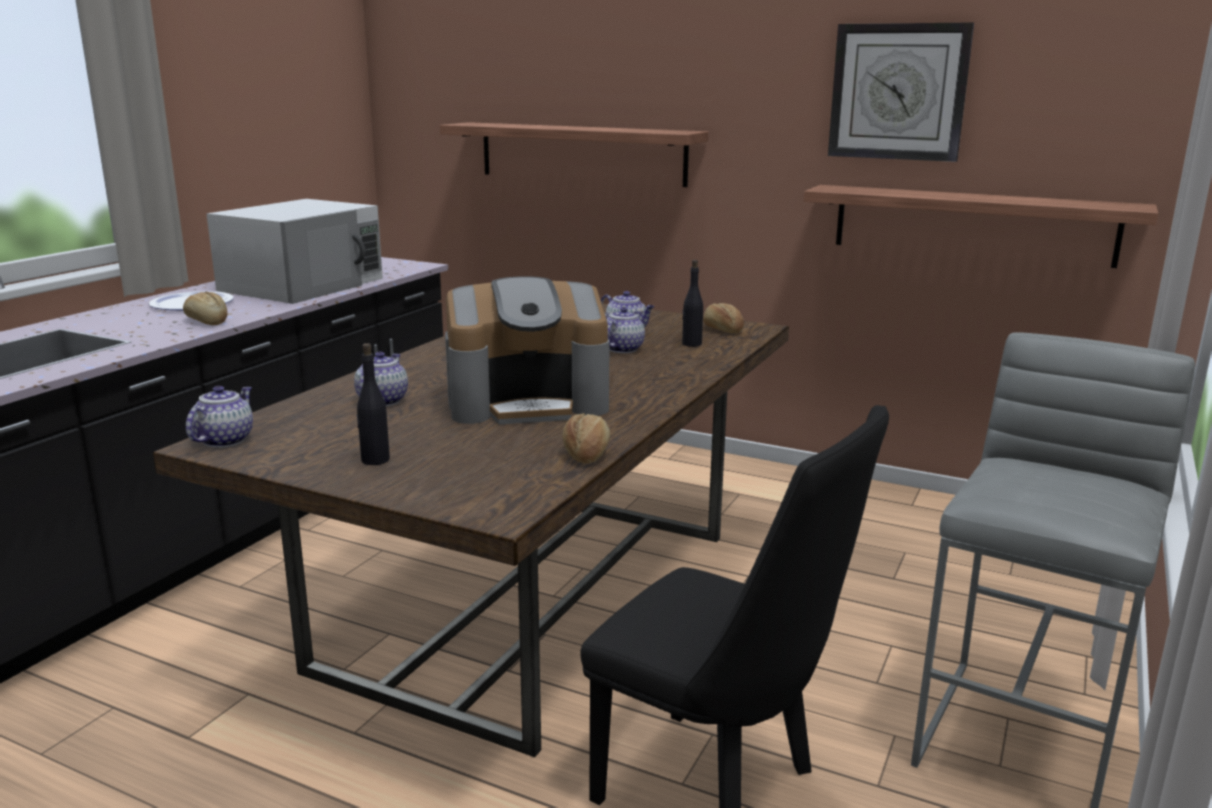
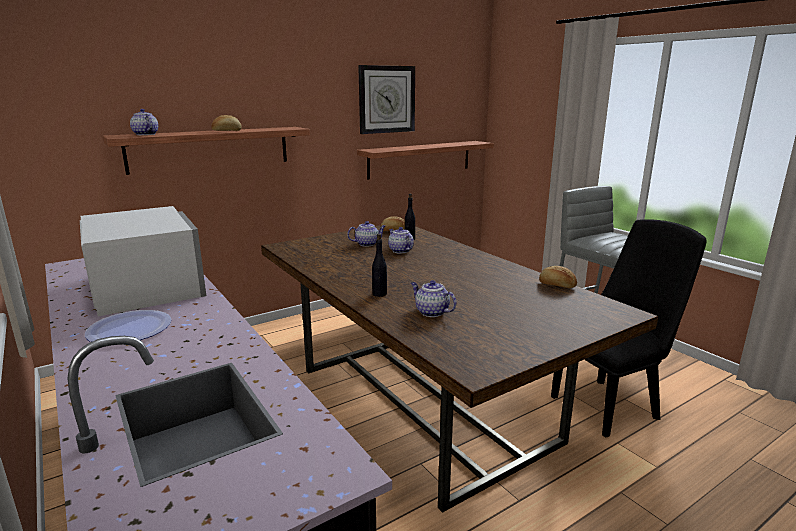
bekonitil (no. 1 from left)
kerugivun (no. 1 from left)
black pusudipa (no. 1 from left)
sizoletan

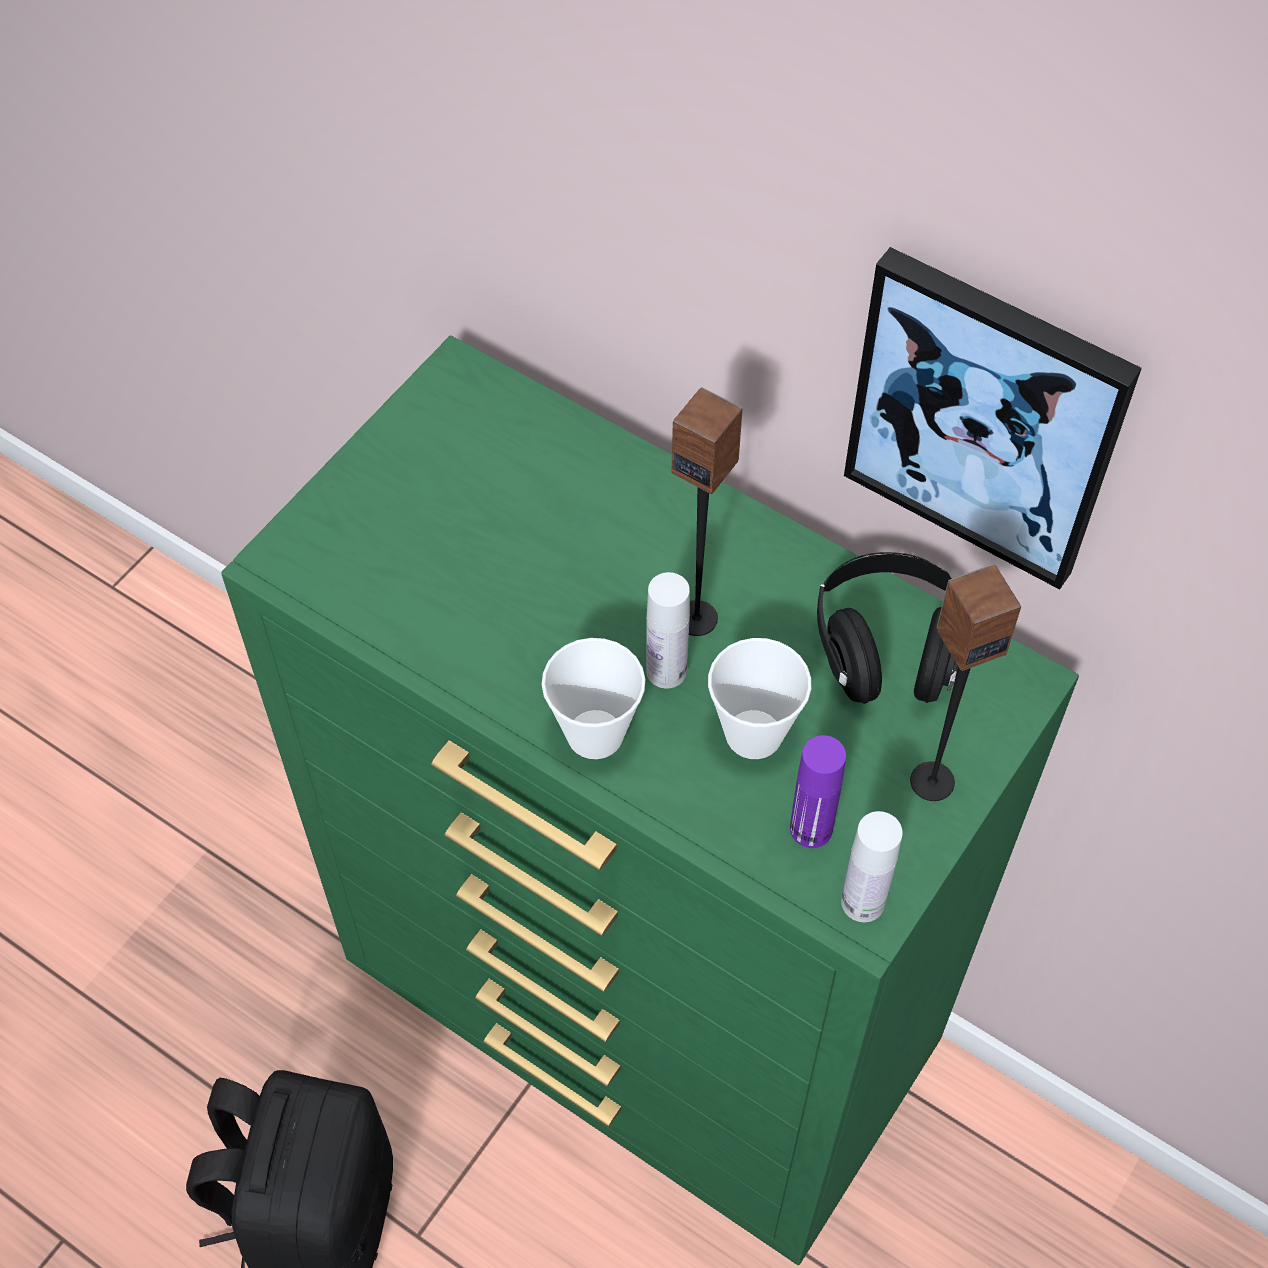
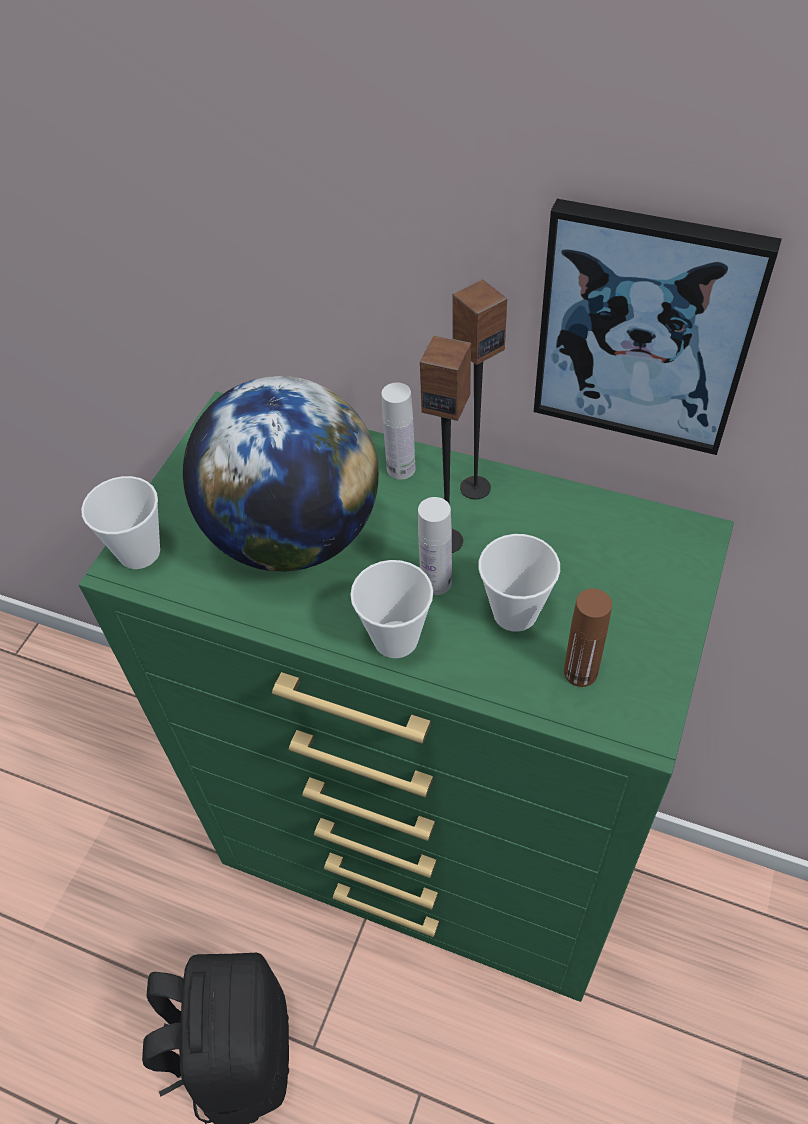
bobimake (no. 1 from left)
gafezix
white pusudipa (no. 1 from left)
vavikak (no. 2 from left)
brown pusudipa
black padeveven

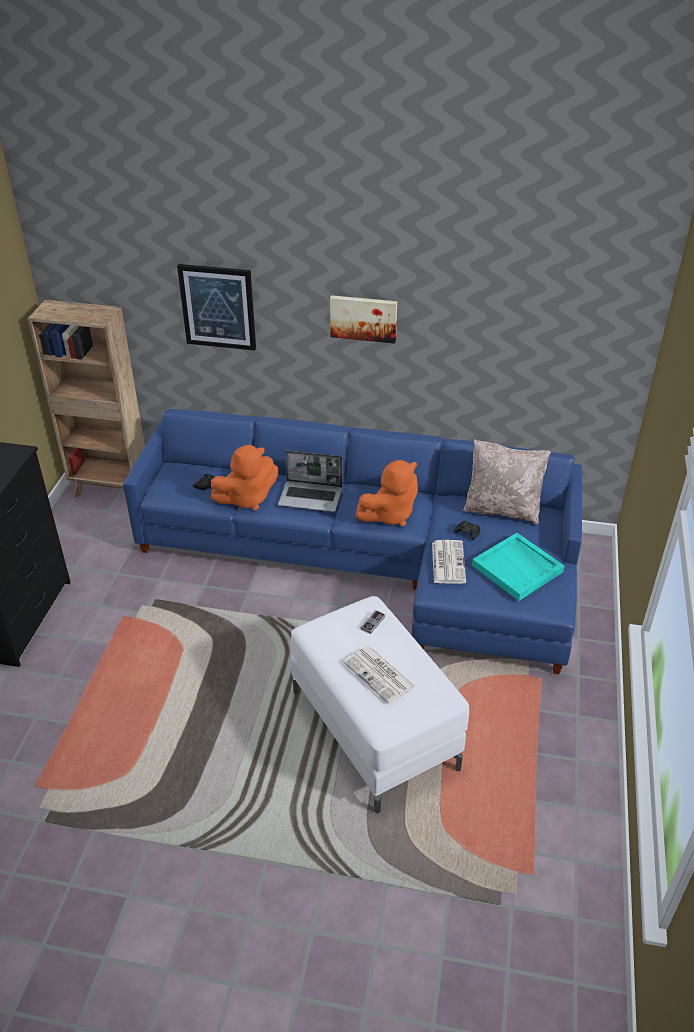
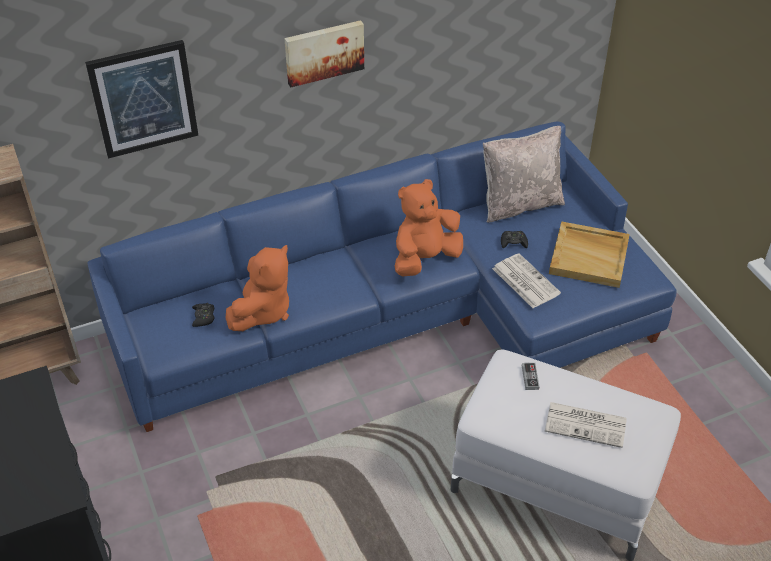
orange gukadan (no. 2 from left)
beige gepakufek
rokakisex

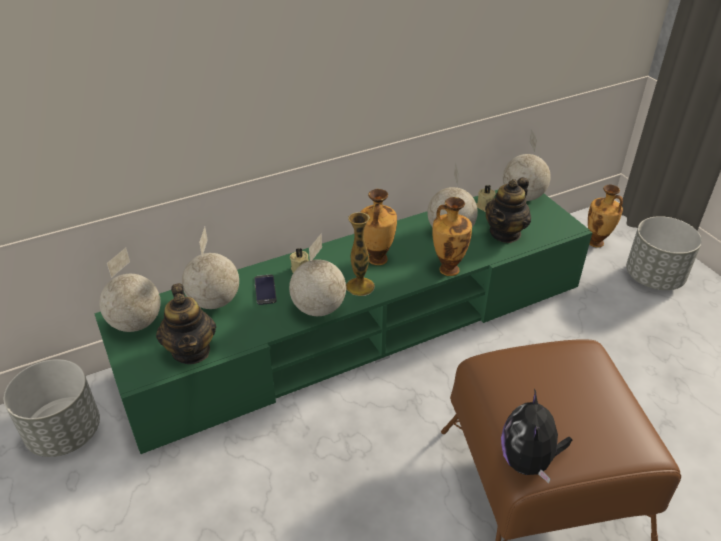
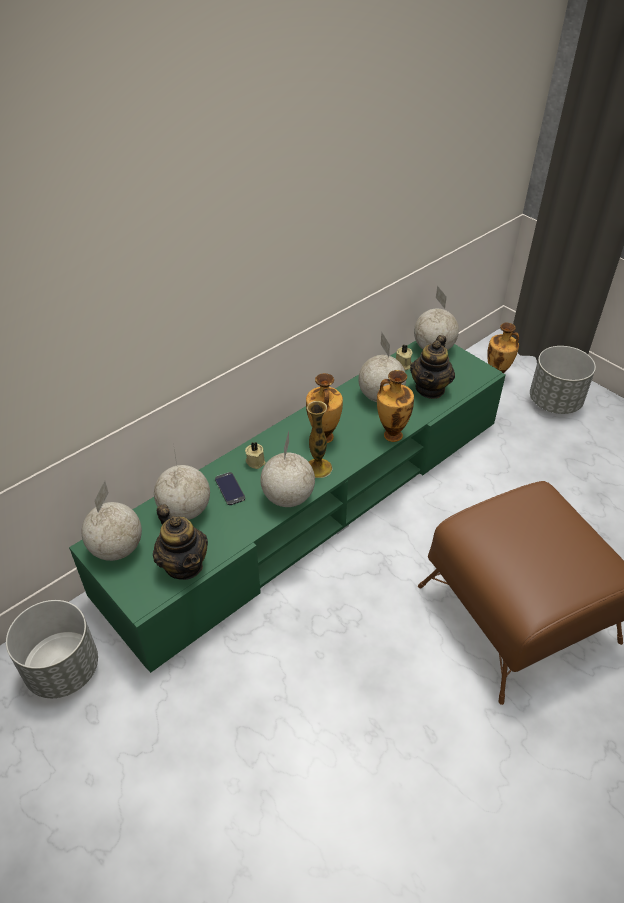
gukadan

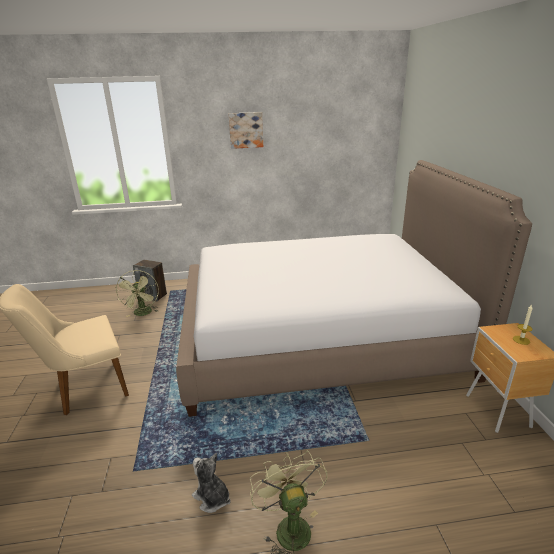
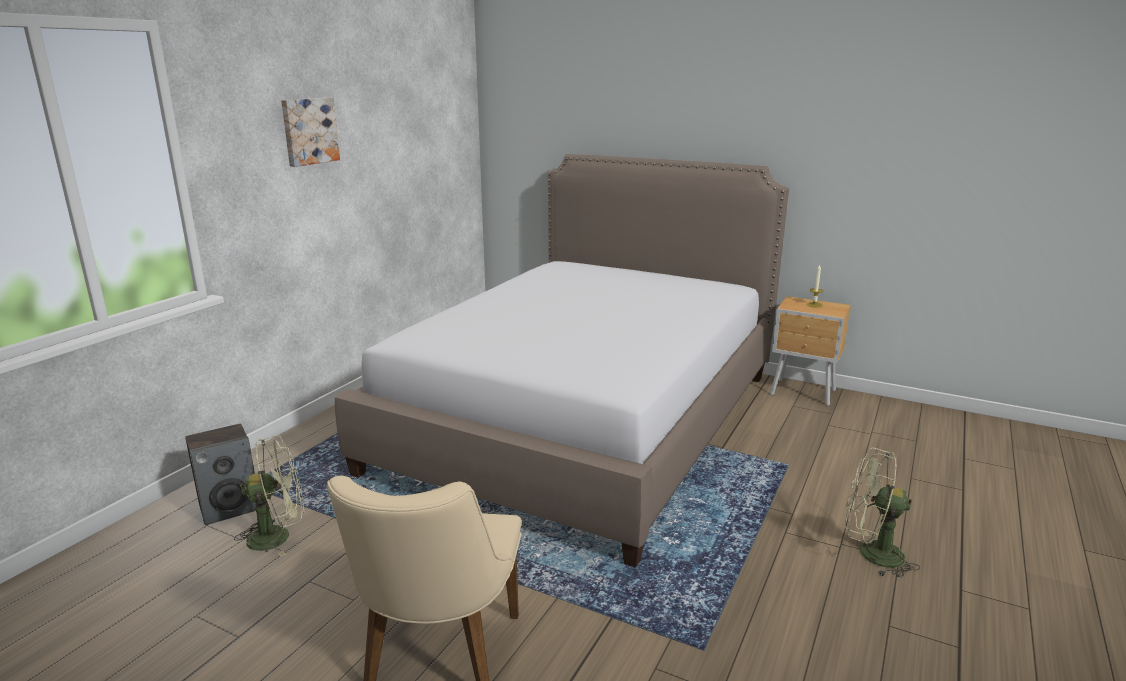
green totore (no. 1 from left)
gukadan

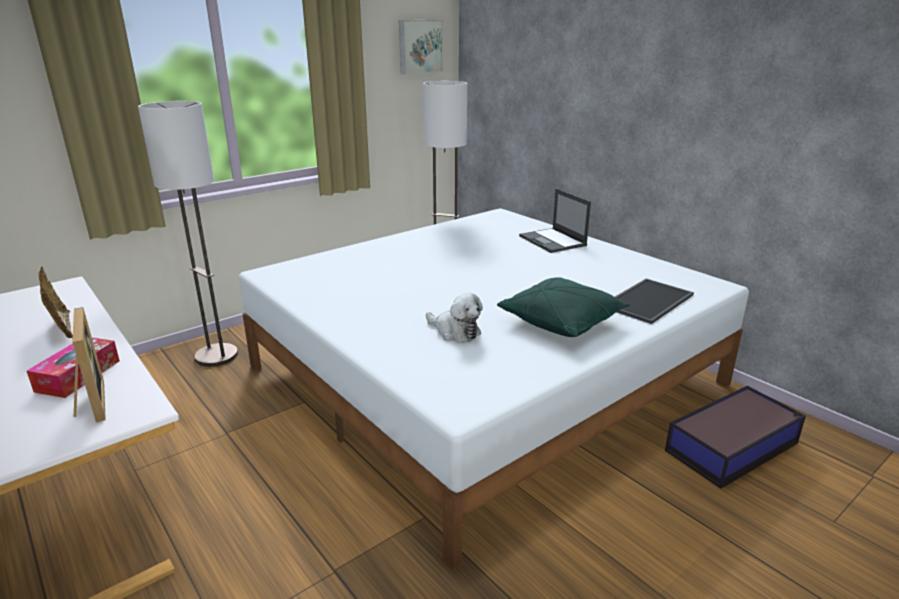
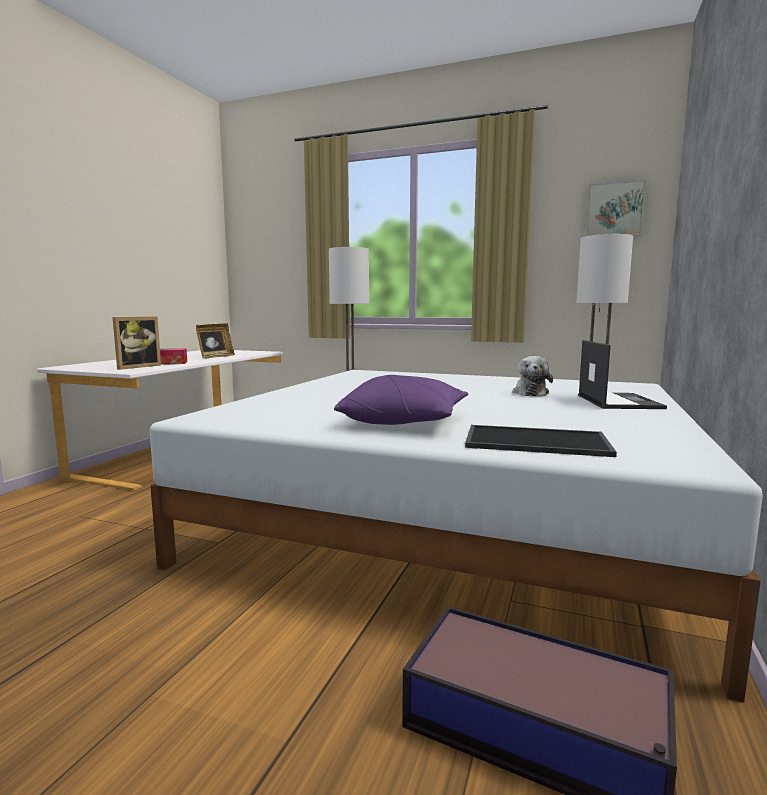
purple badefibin
gukadan
rokakisex

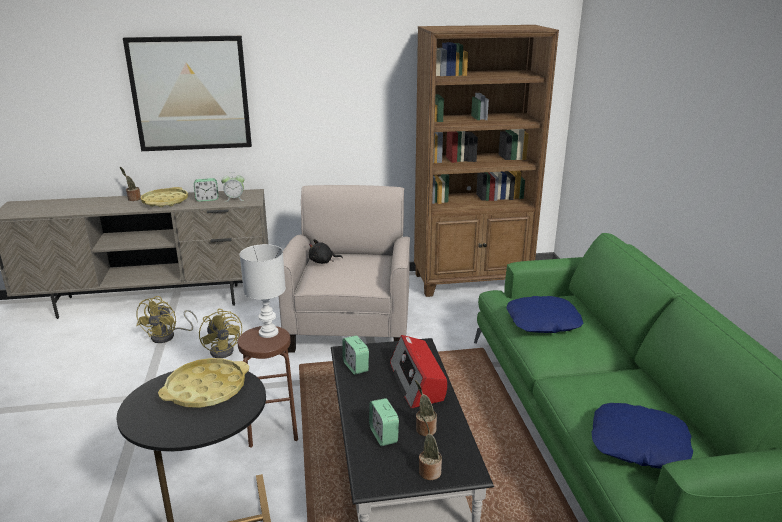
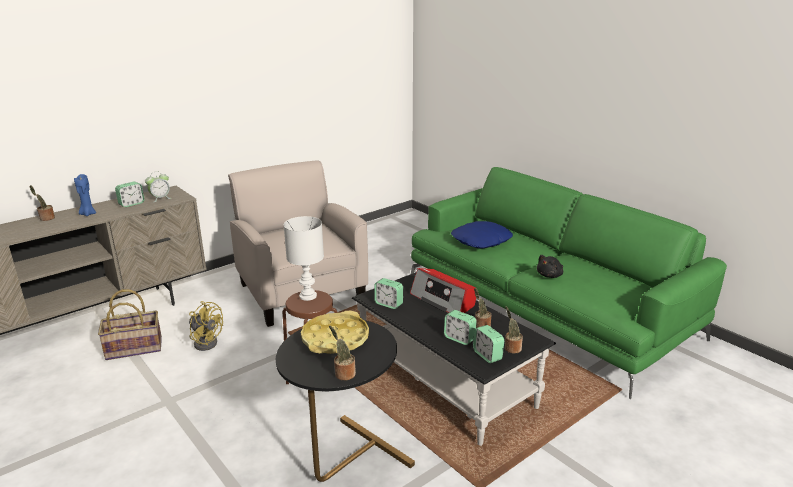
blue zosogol
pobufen
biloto (no. 2 from left)
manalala (no. 5 from left)
black gukadan
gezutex
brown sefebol
blue badefibin (no. 2 from left in the first image)

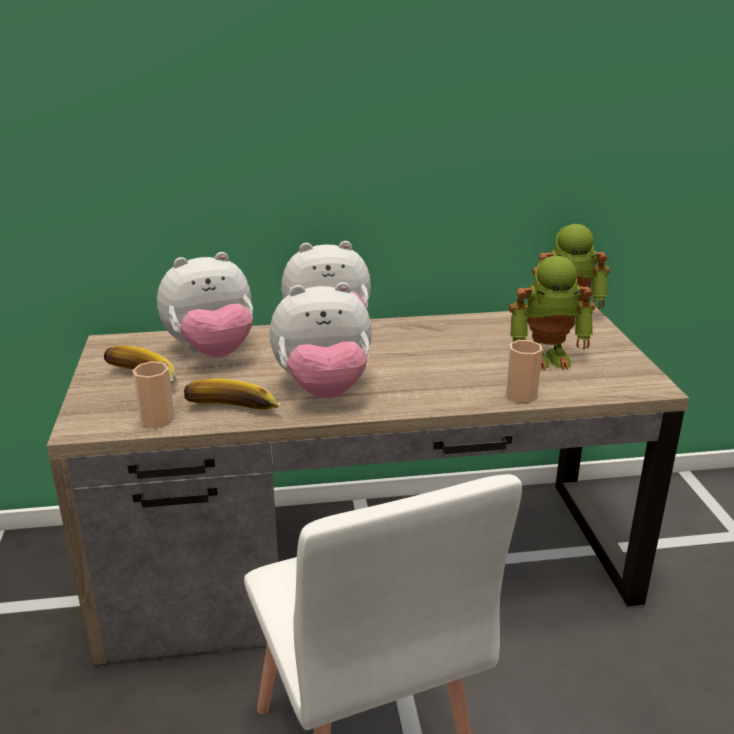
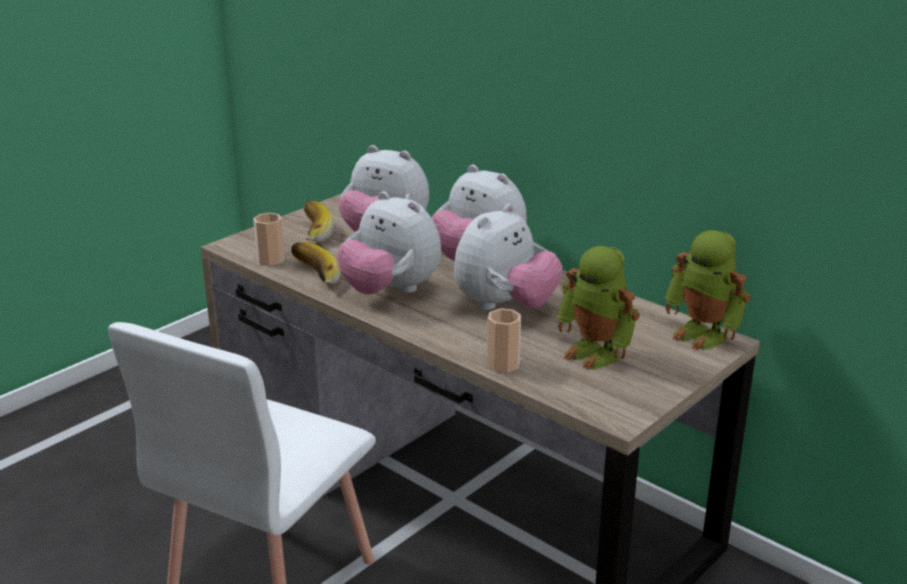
gukadan (no. 4 from left)

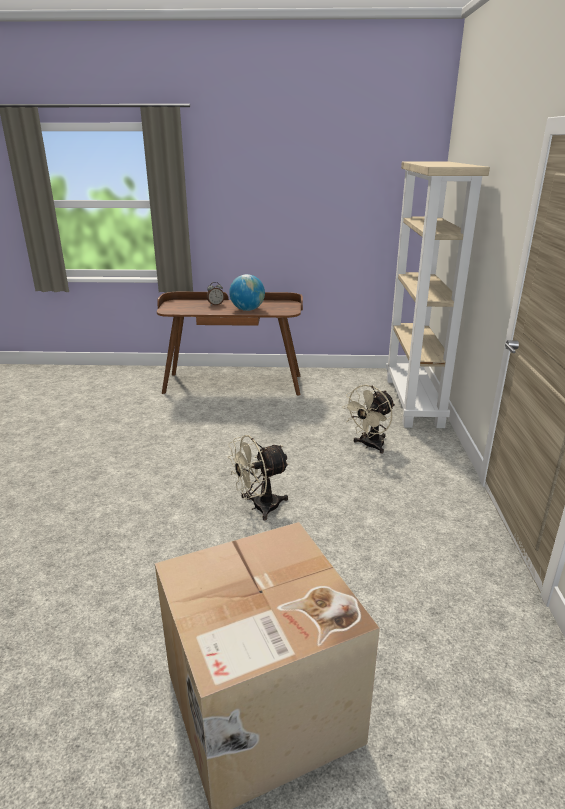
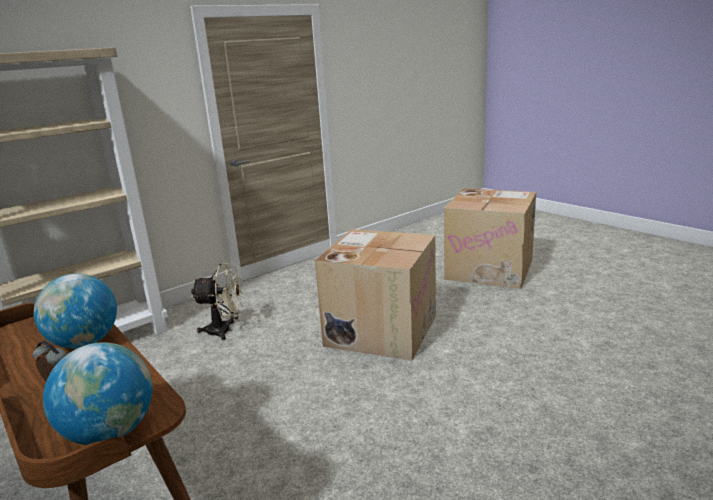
gafezix (no. 2 from left)
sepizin (no. 1 from left)

